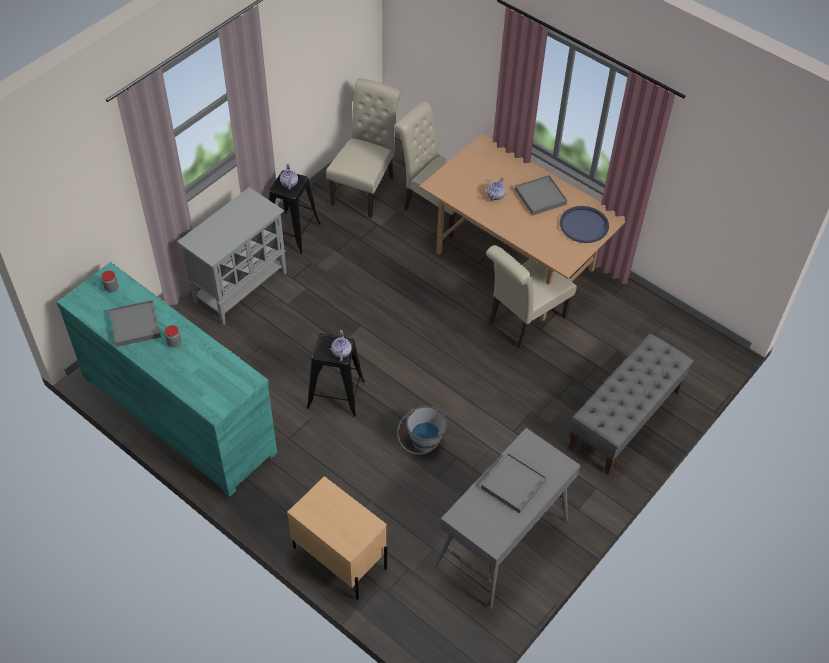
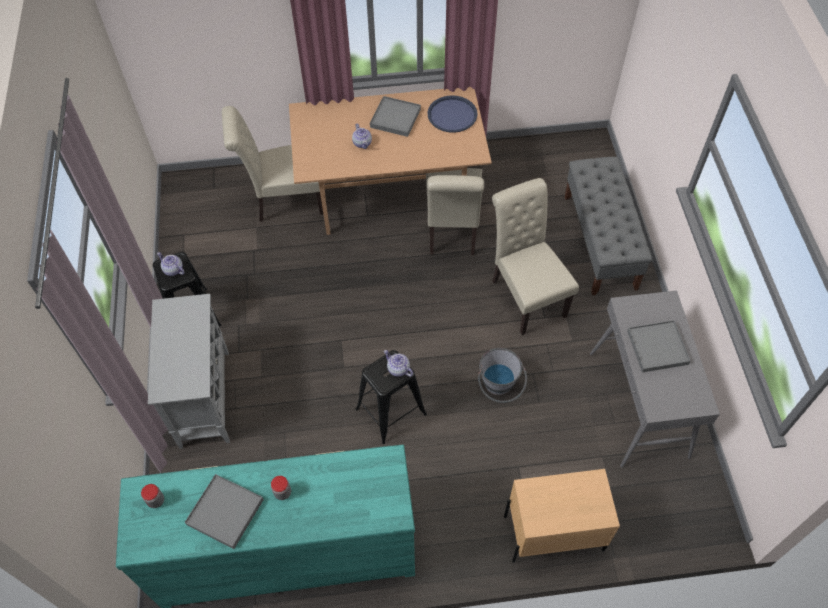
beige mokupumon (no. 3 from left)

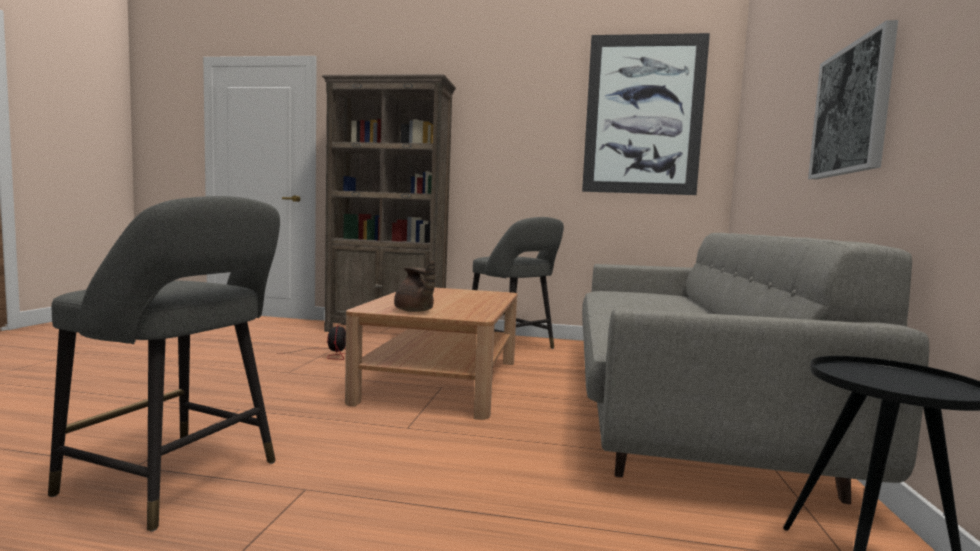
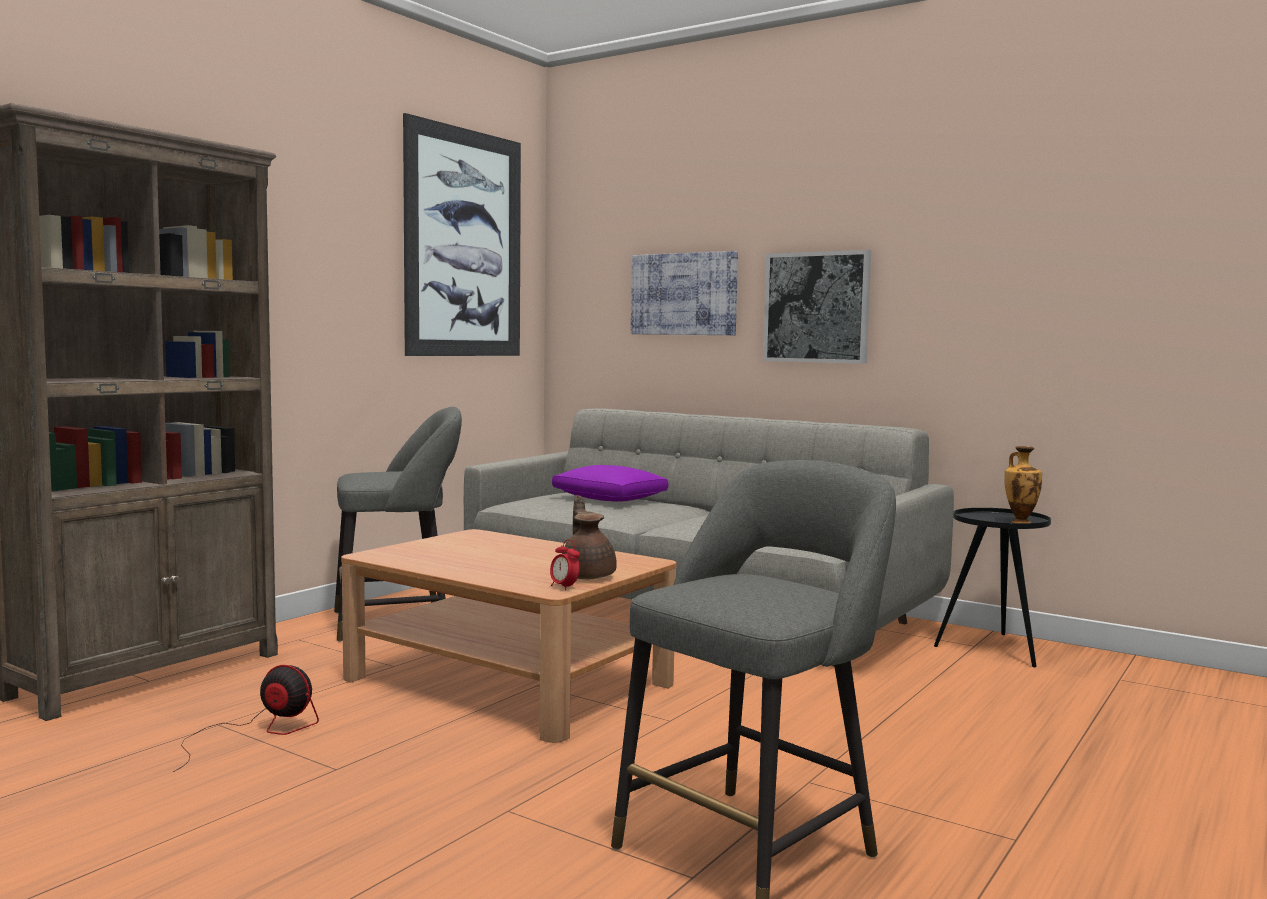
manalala
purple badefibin
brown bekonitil
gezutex (no. 2 from left)
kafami

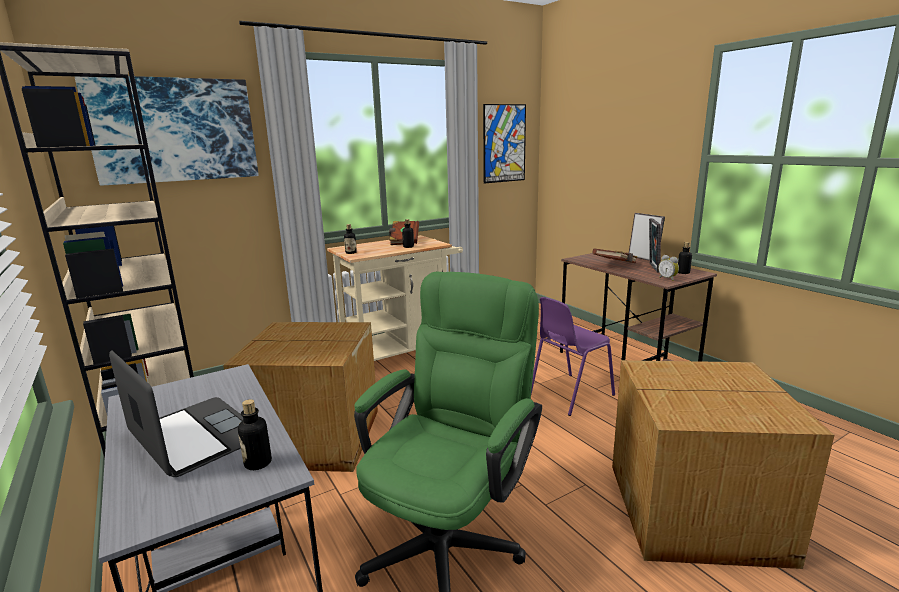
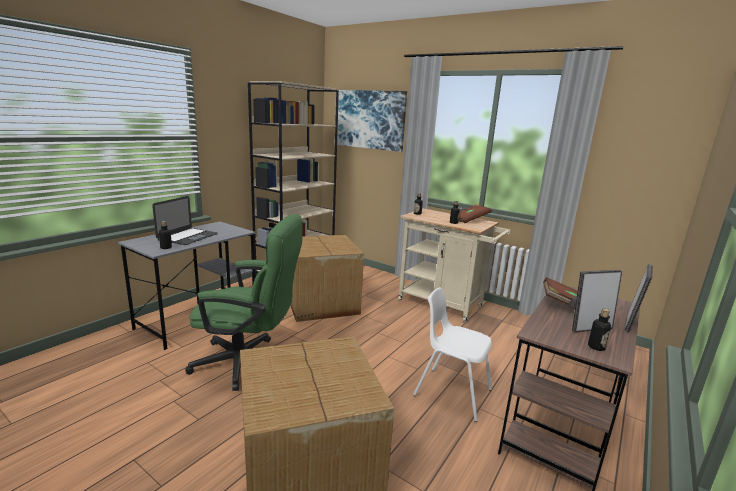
white mokupumon
gezutex (no. 2 from left in the first image)
manalala

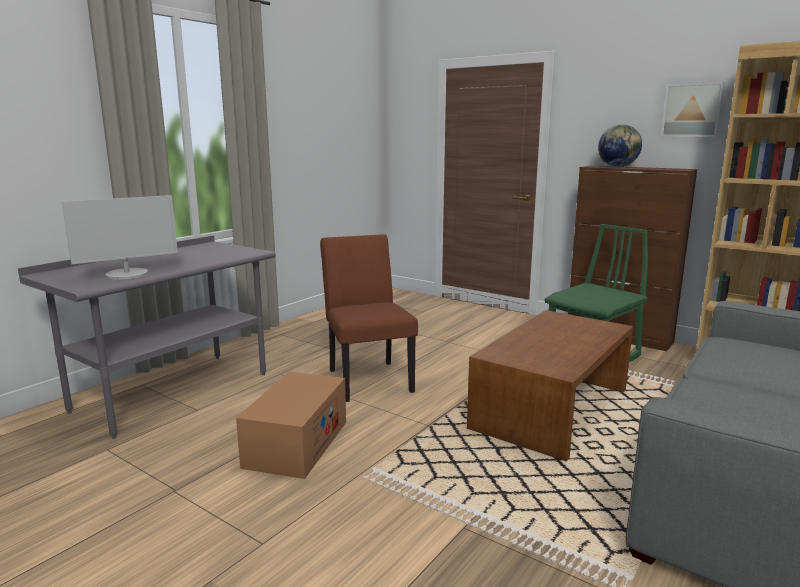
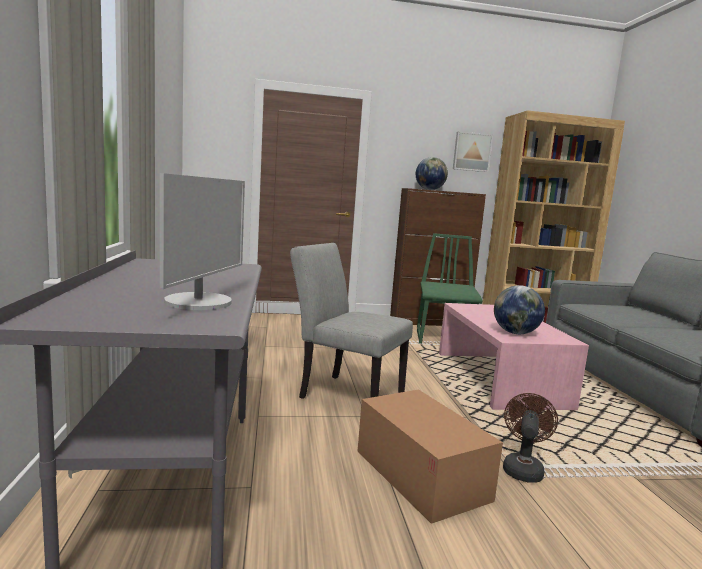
grey mokupumon
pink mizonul
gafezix (no. 2 from left)
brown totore

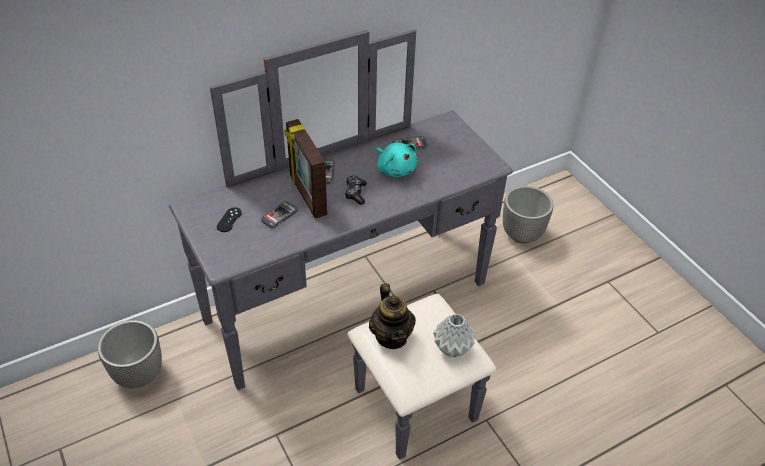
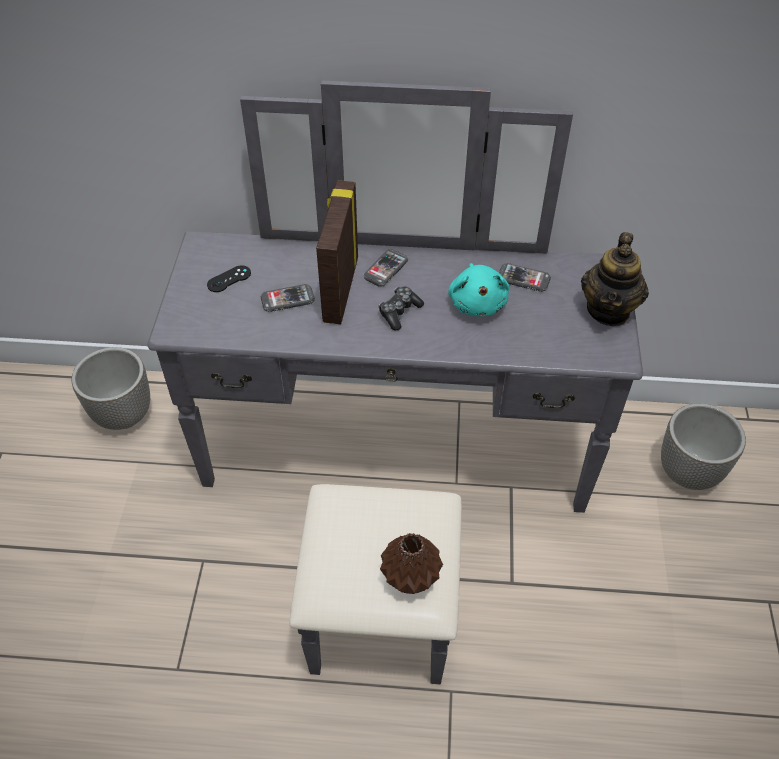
brown kafami
bekonitil

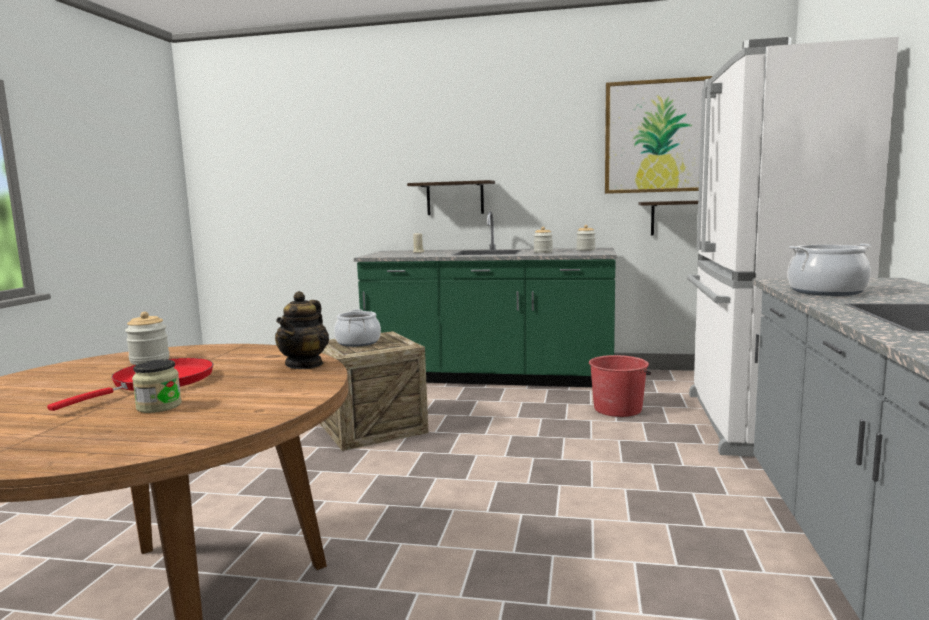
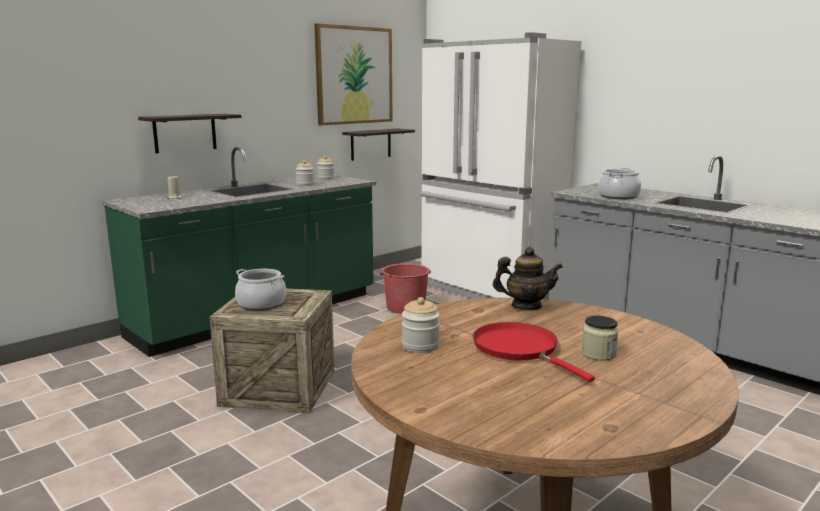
bekonitil

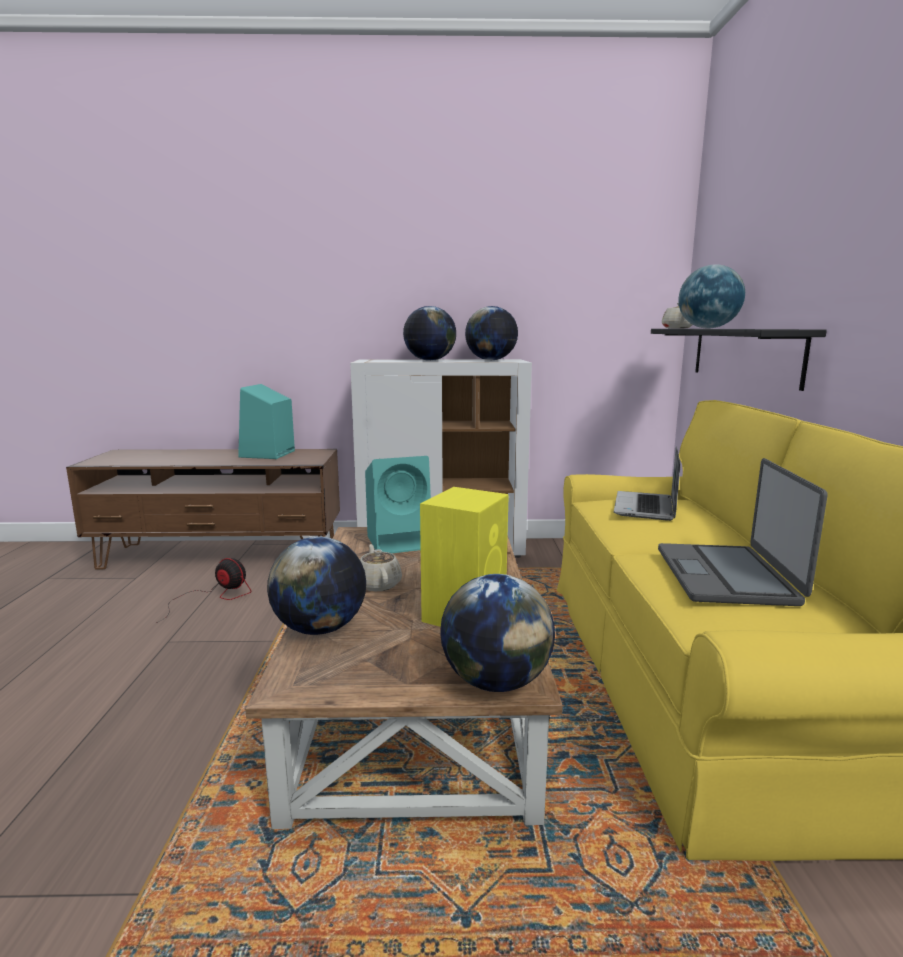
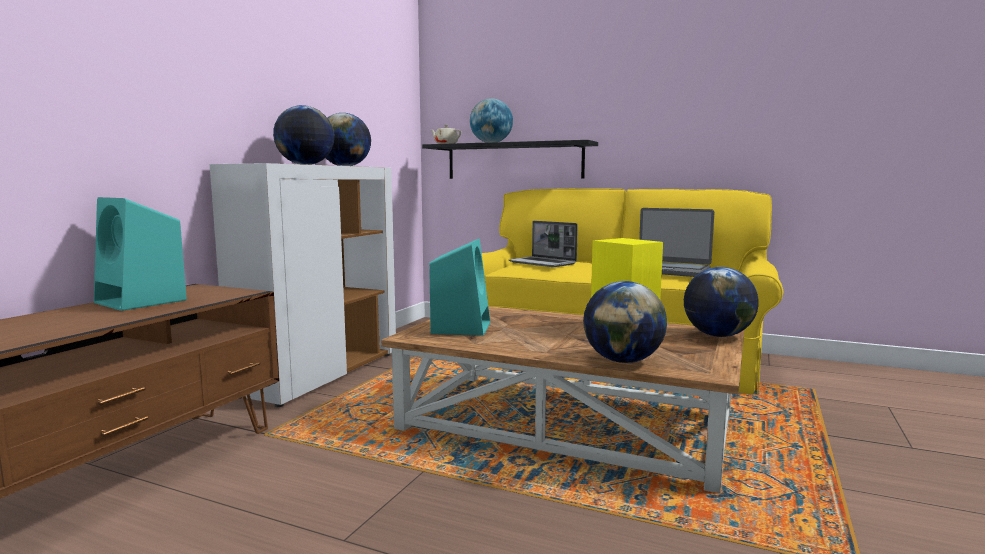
totore
beige bekonitil (no. 1 from left in the first image)

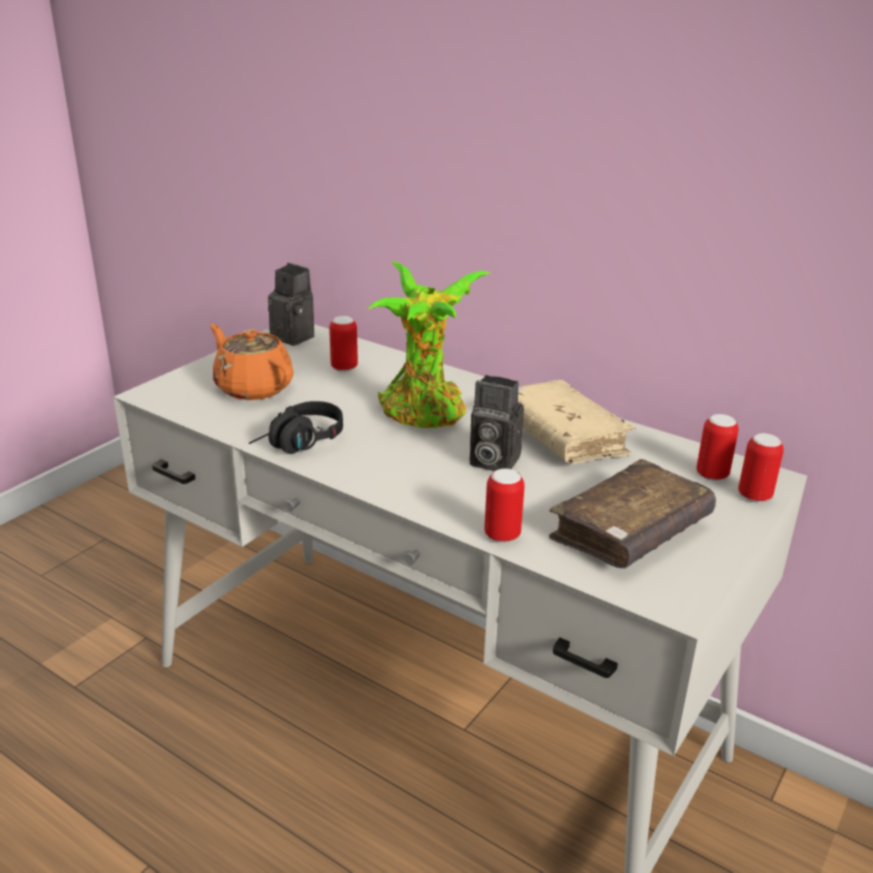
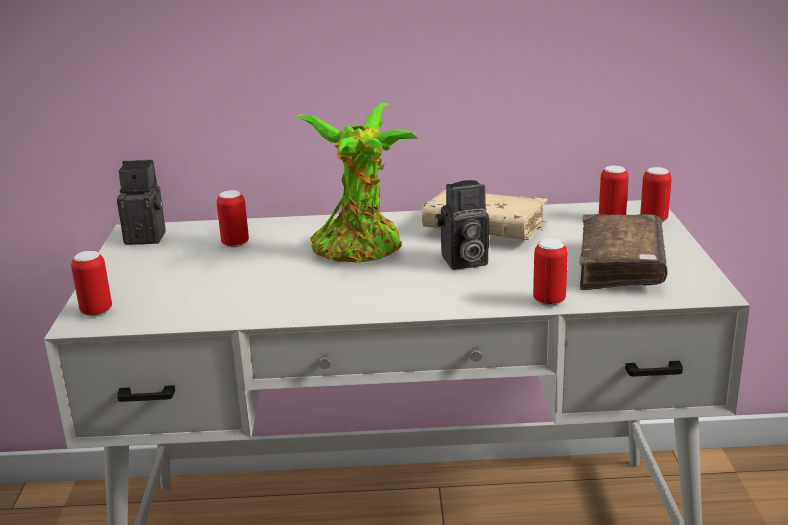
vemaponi (no. 1 from left)
orange bekonitil
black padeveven

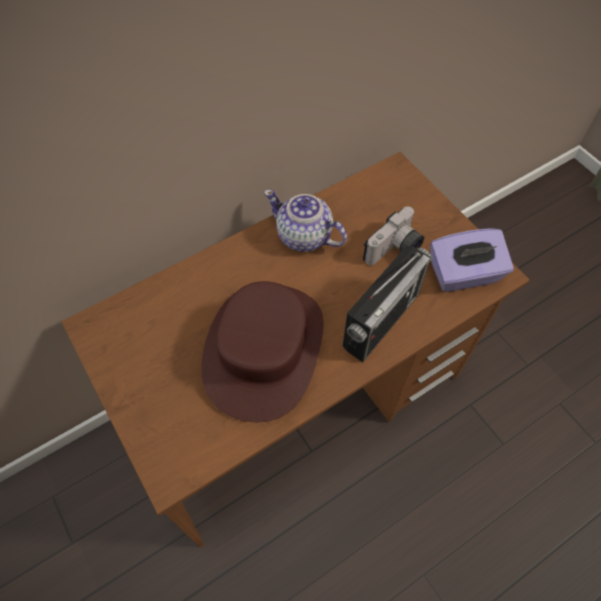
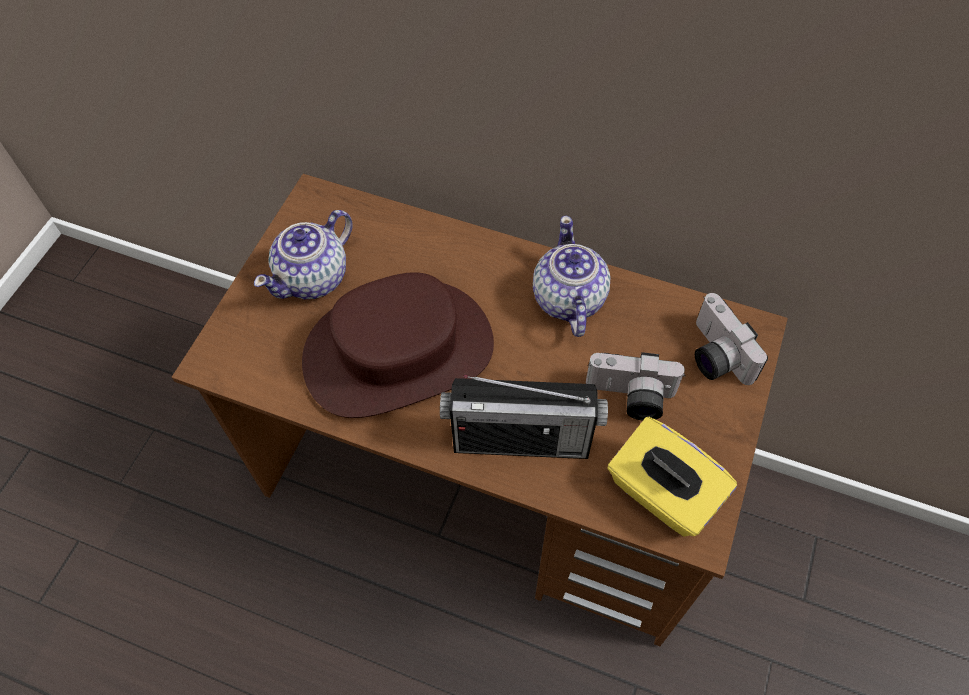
bekonitil (no. 1 from left)
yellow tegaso
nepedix (no. 2 from left)

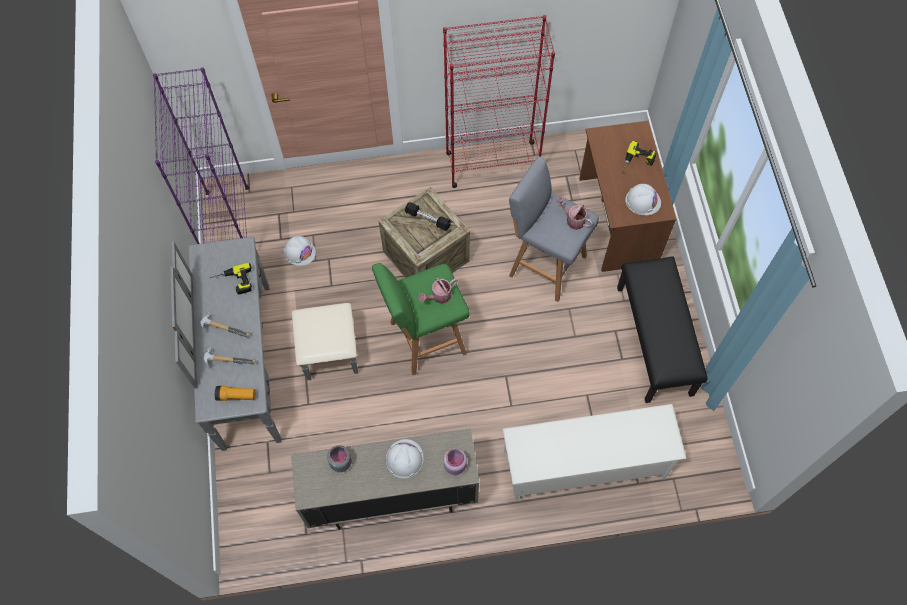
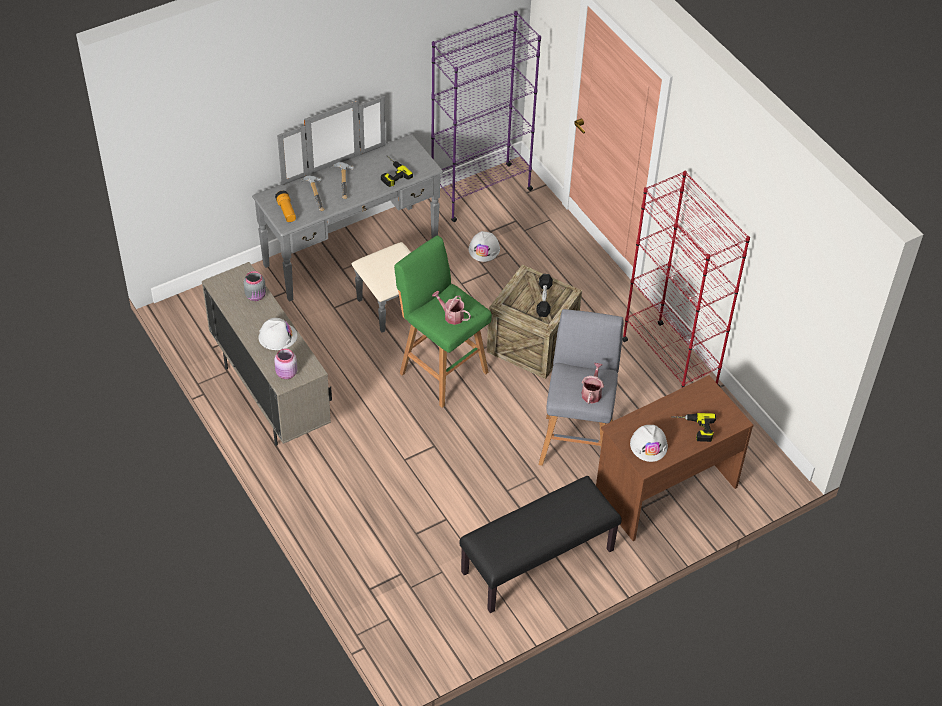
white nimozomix

